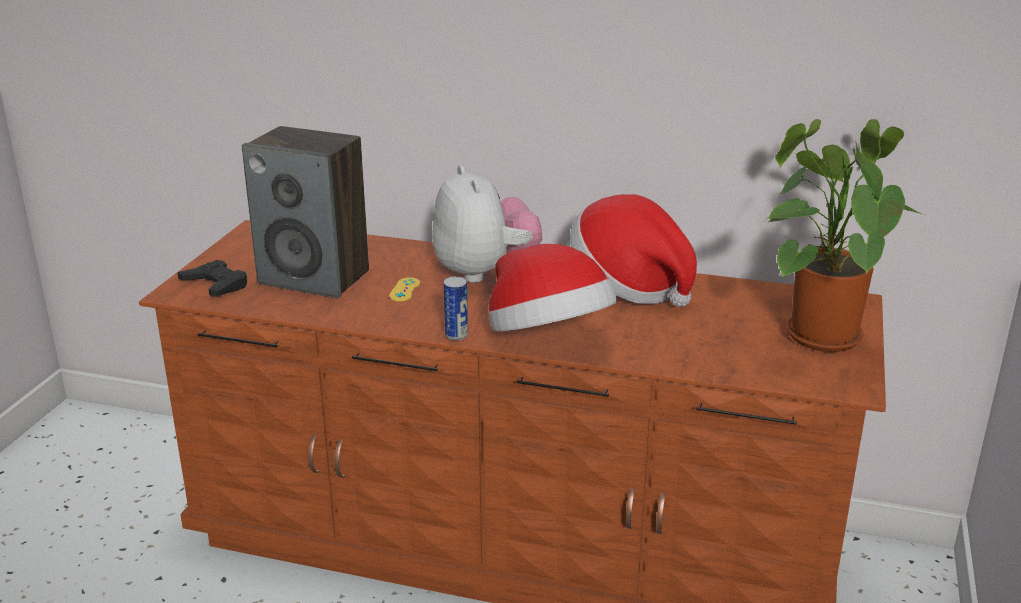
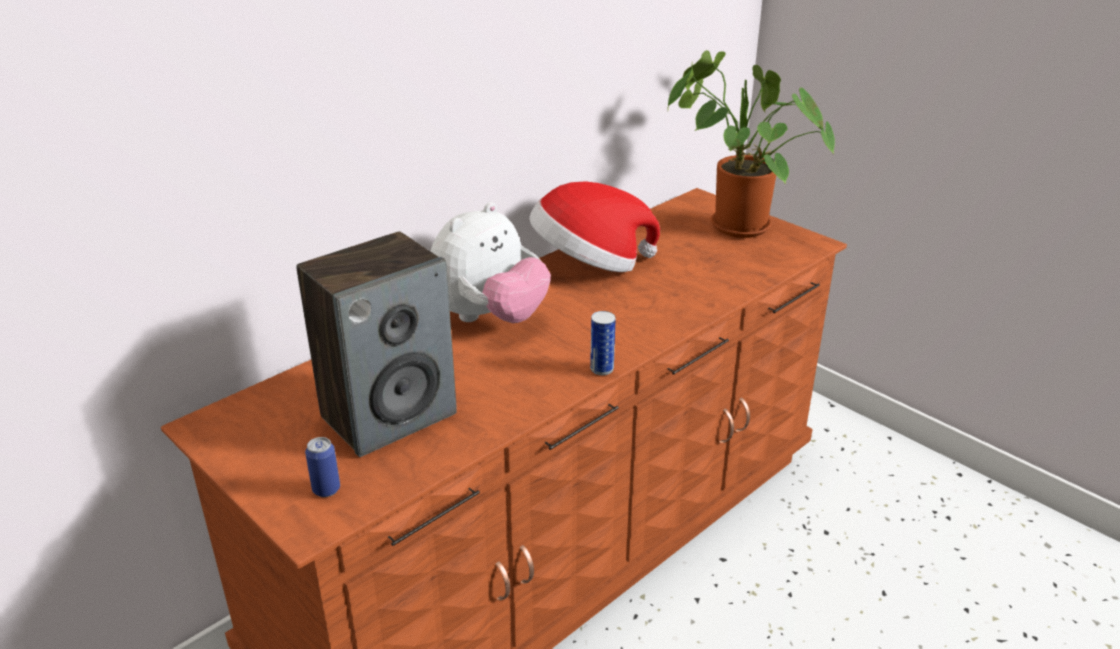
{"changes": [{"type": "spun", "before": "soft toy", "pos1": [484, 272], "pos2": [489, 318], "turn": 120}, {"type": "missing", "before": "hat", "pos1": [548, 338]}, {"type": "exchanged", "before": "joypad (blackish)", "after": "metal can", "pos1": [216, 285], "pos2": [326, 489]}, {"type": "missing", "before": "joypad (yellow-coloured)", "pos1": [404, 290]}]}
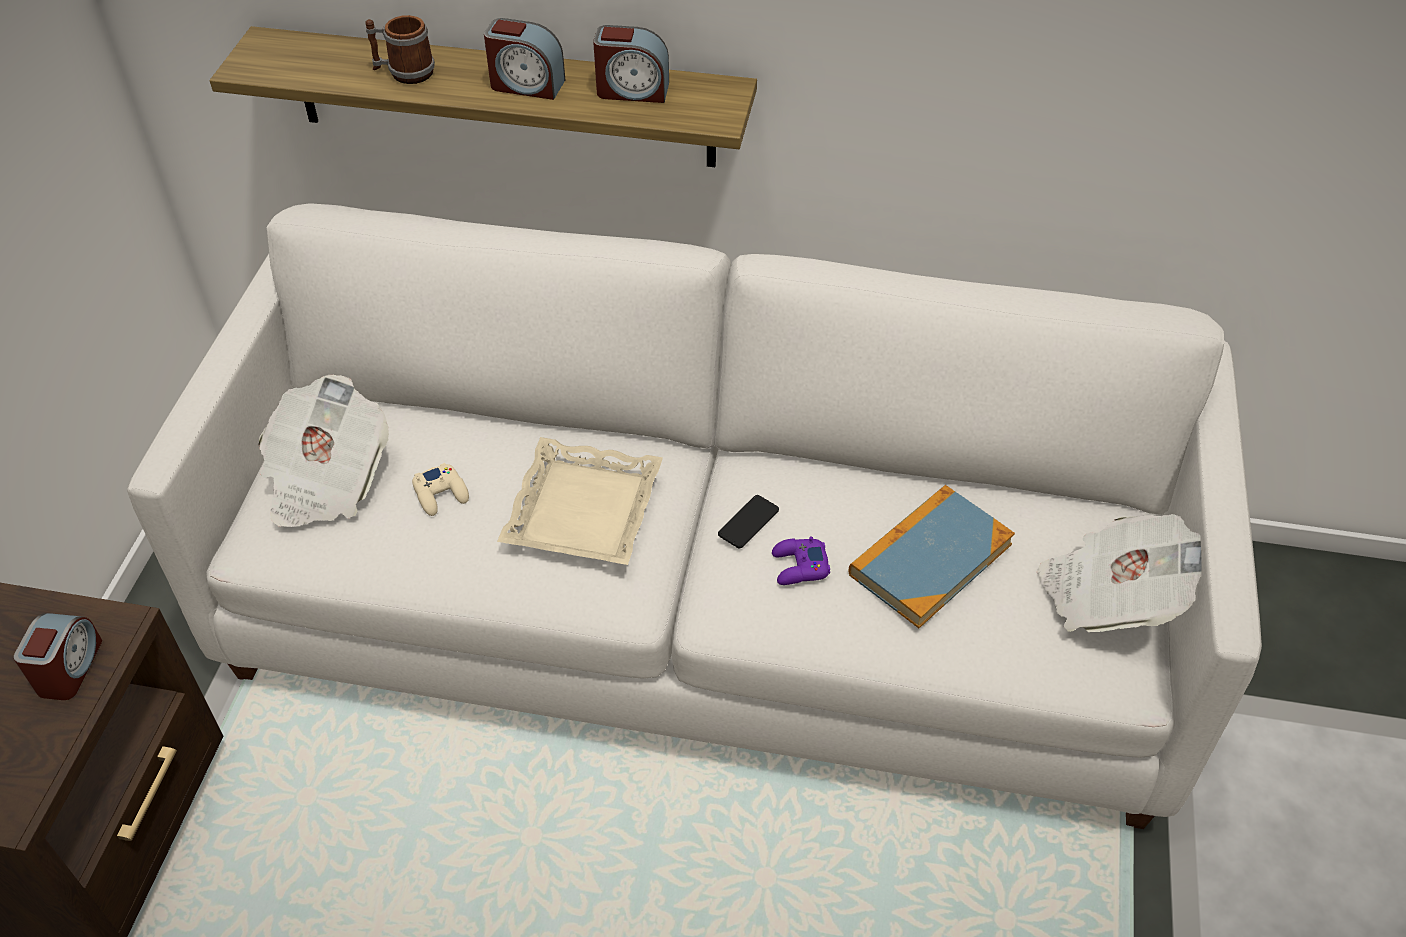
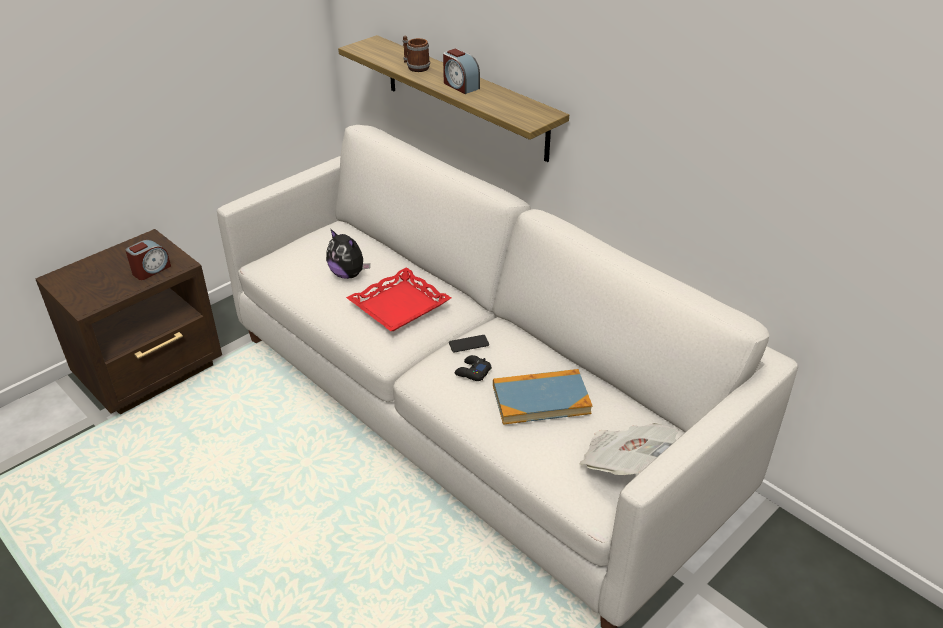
{"changes": [{"type": "missing", "before": "table clock", "pos1": [632, 90]}, {"type": "missing", "before": "daily paper", "pos1": [326, 479]}, {"type": "colour", "before": "carrying tray (beige-coloured)", "after": "carrying tray (reddish)", "pos1": [584, 511], "pos2": [399, 306]}, {"type": "exchanged", "before": "joypad (beige-coloured)", "after": "soft toy", "pos1": [441, 494], "pos2": [348, 274]}, {"type": "colour", "before": "joypad (purple)", "after": "joypad (blackish)", "pos1": [799, 567], "pos2": [472, 372]}]}
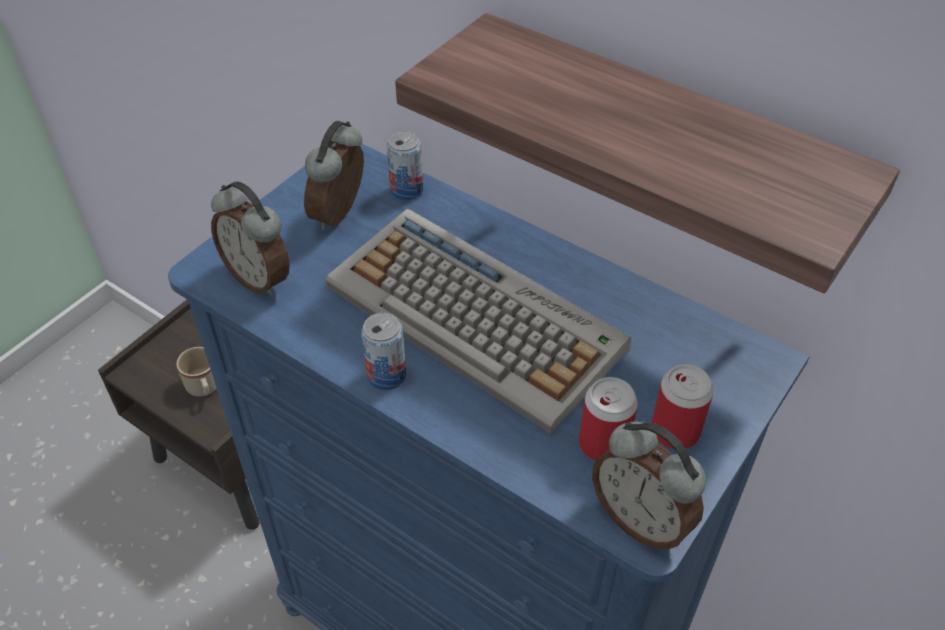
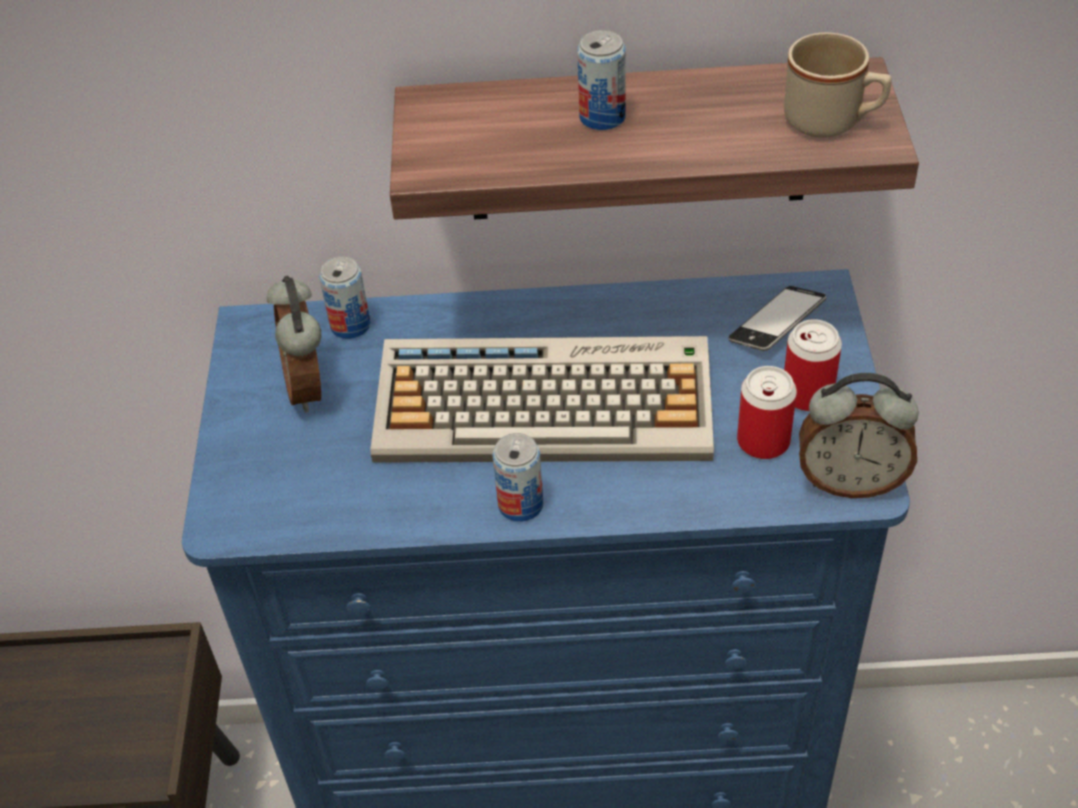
{"changes": [{"type": "missing", "before": "table clock", "pos1": [260, 278]}, {"type": "relocated", "before": "tea mug (beige-coloured)", "pos1": [205, 388], "pos2": [833, 122]}, {"type": "appeared", "after": "metal can", "pos2": [602, 117]}, {"type": "appeared", "after": "handset", "pos2": [776, 325]}]}
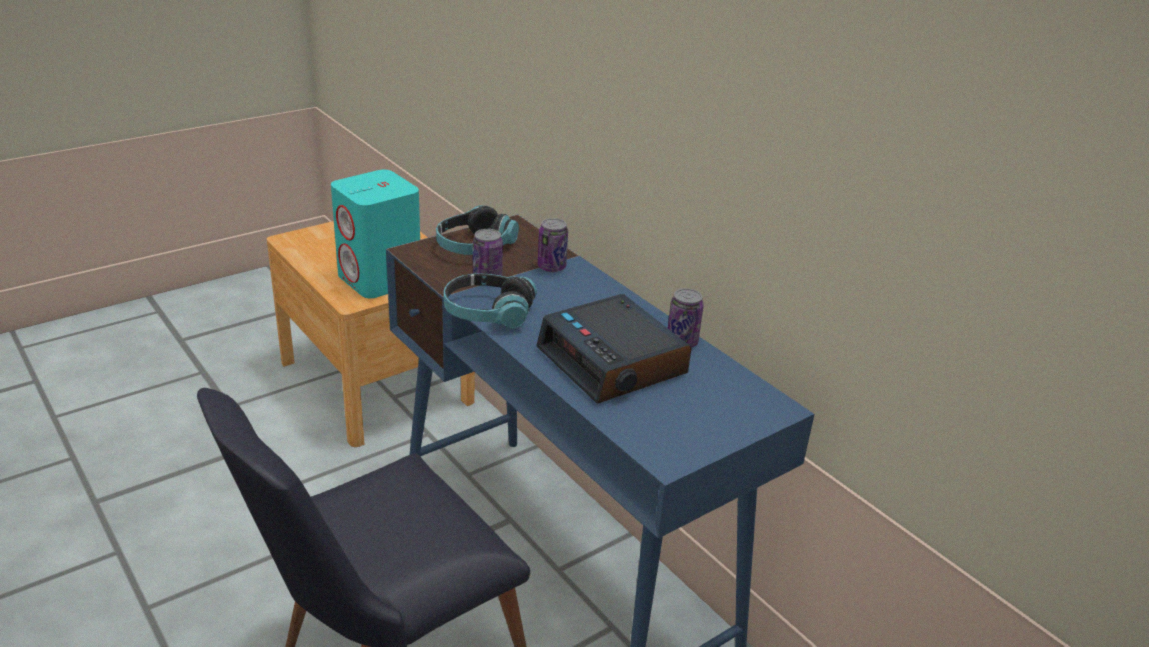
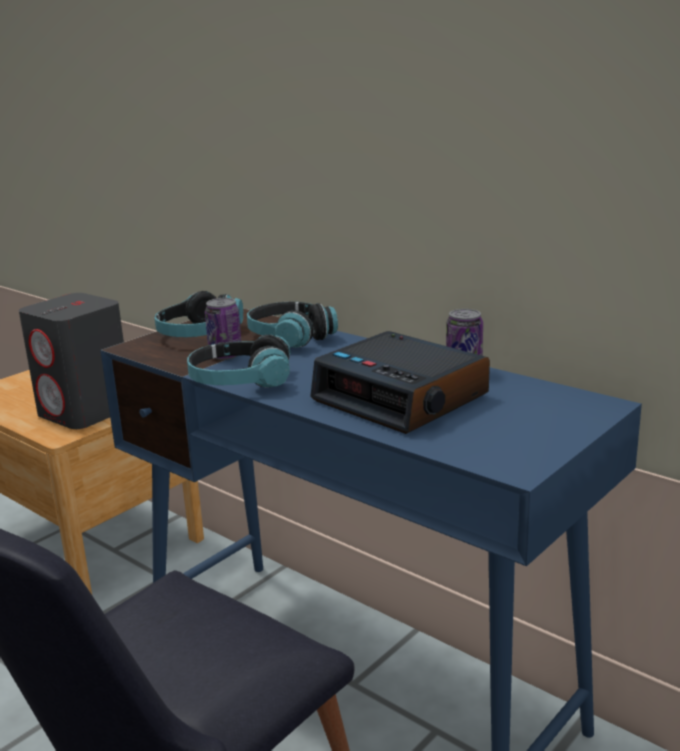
{"changes": [{"type": "colour", "before": "speaker (blue-green)", "after": "speaker (greyish)", "pos1": [380, 279], "pos2": [86, 412]}, {"type": "exchanged", "before": "metal can", "after": "pair of headphones", "pos1": [551, 267], "pos2": [290, 337]}]}
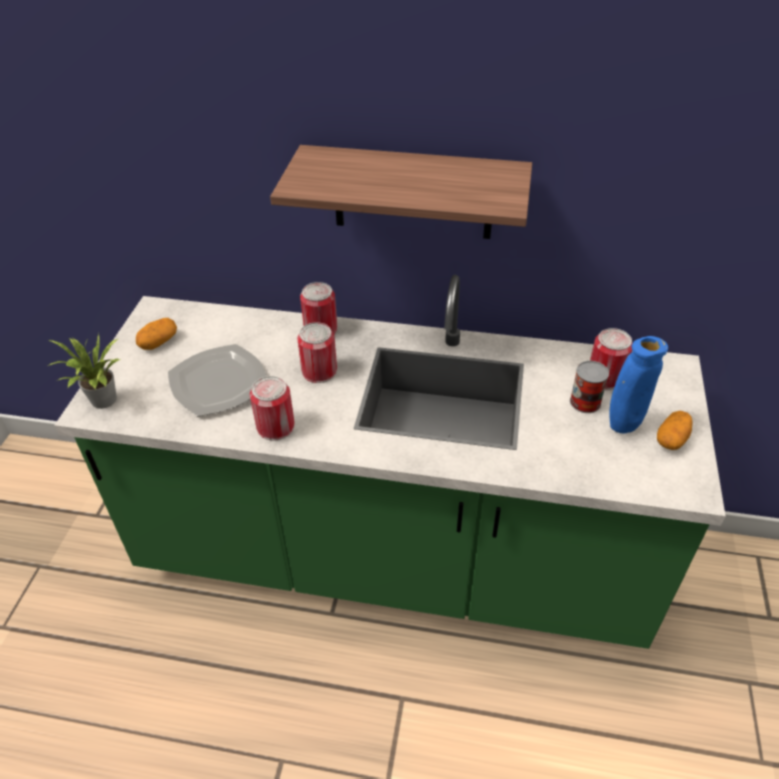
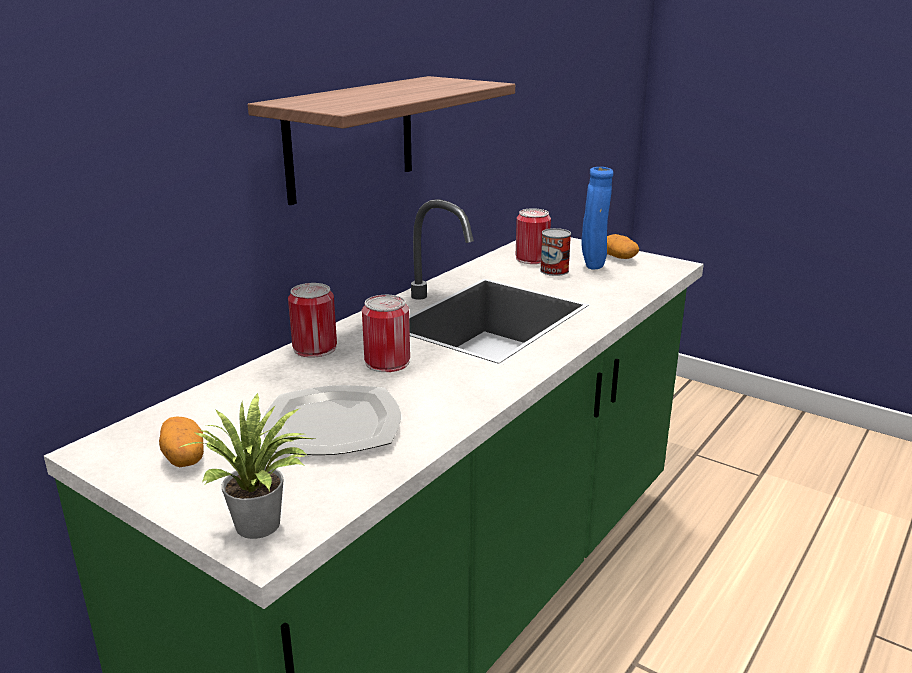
{"changes": [{"type": "missing", "before": "metal can", "pos1": [275, 426]}]}
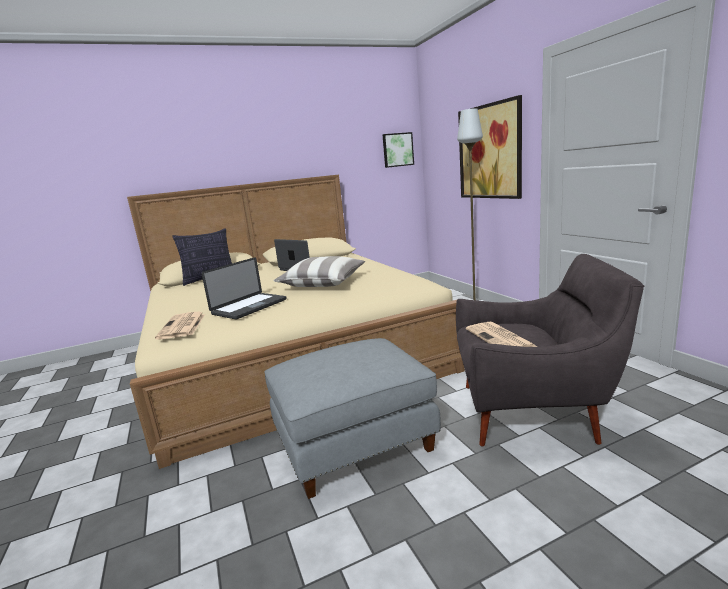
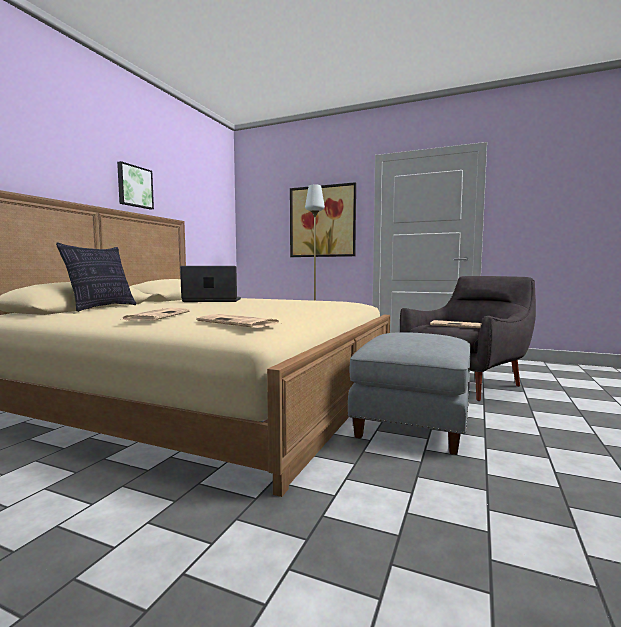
{"changes": [{"type": "relocated", "before": "wall art", "pos1": [397, 150], "pos2": [134, 186]}, {"type": "missing", "before": "throw pillow", "pos1": [323, 283]}, {"type": "missing", "before": "laptop", "pos1": [249, 307]}, {"type": "appeared", "after": "daily paper", "pos2": [157, 316]}]}
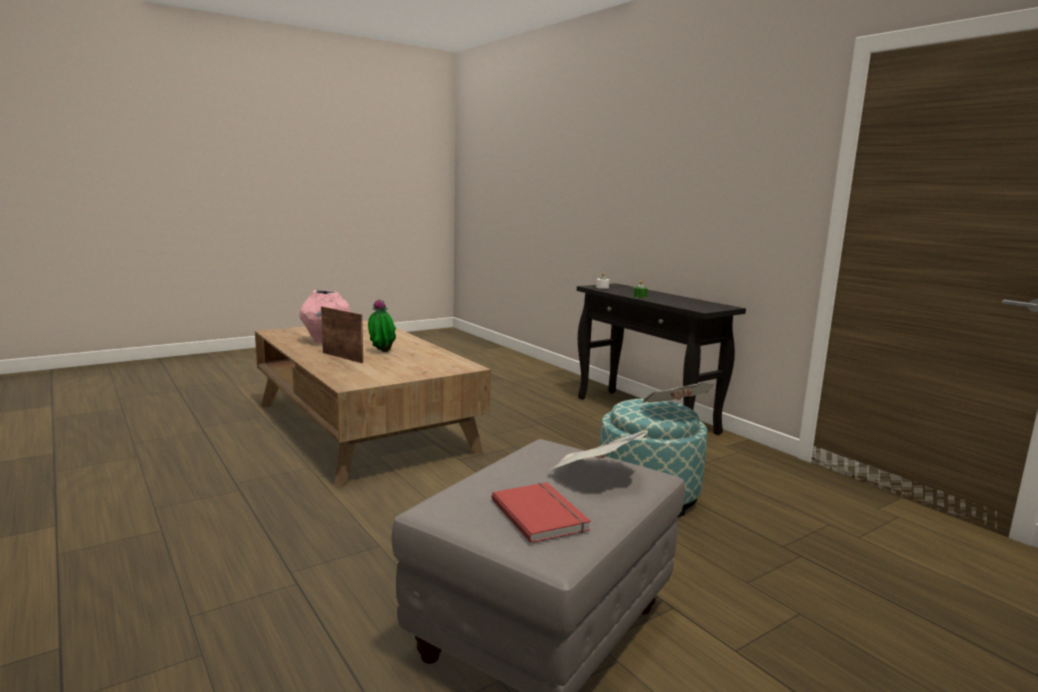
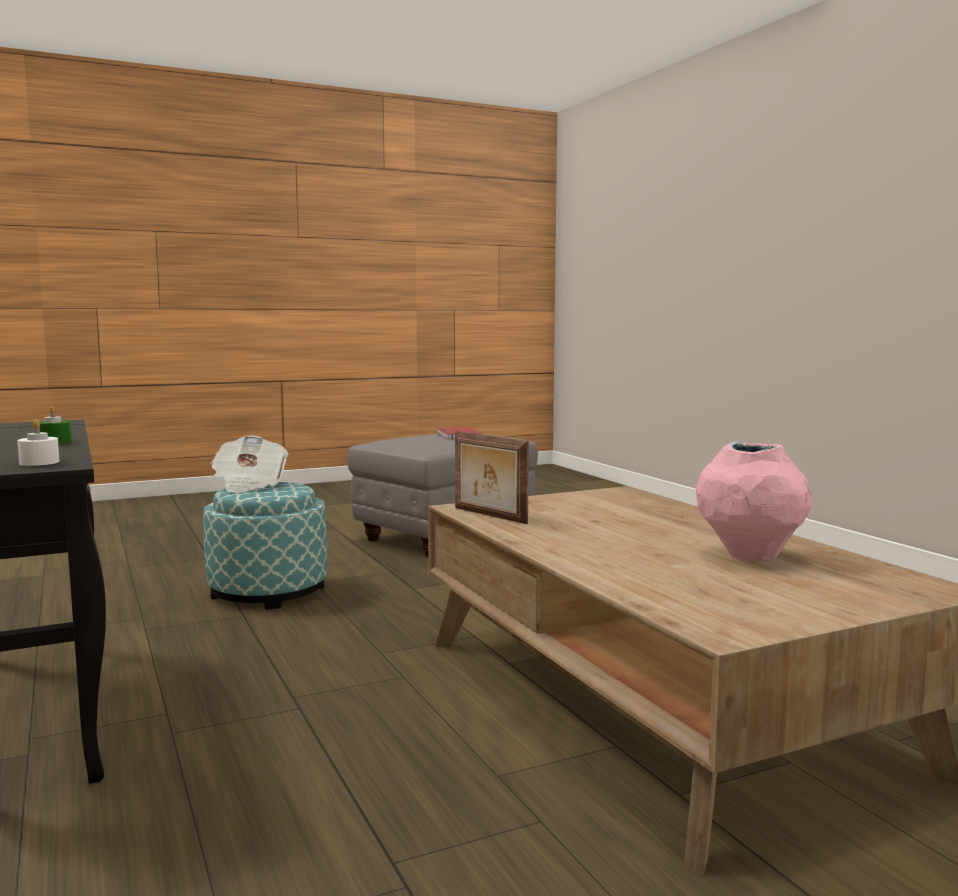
{"changes": [{"type": "missing", "before": "plant in a pot", "pos1": [381, 352]}, {"type": "relocated", "before": "standing frame", "pos1": [343, 357], "pos2": [488, 515]}, {"type": "missing", "before": "daily paper", "pos1": [595, 474]}]}
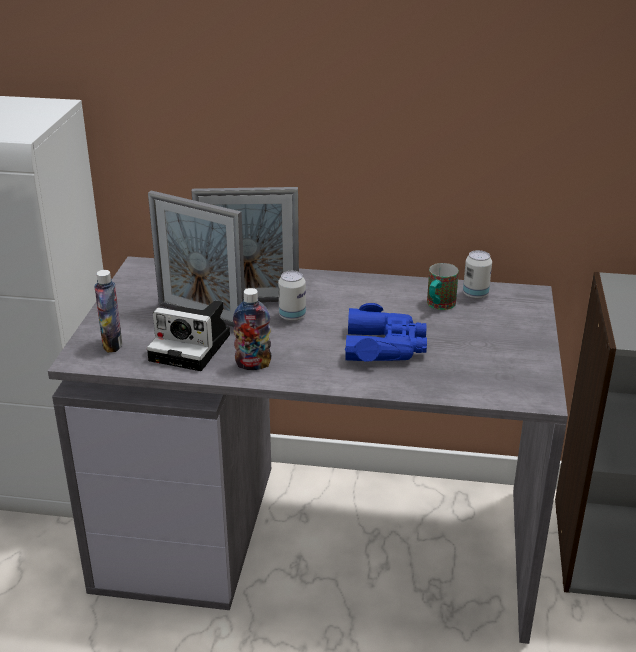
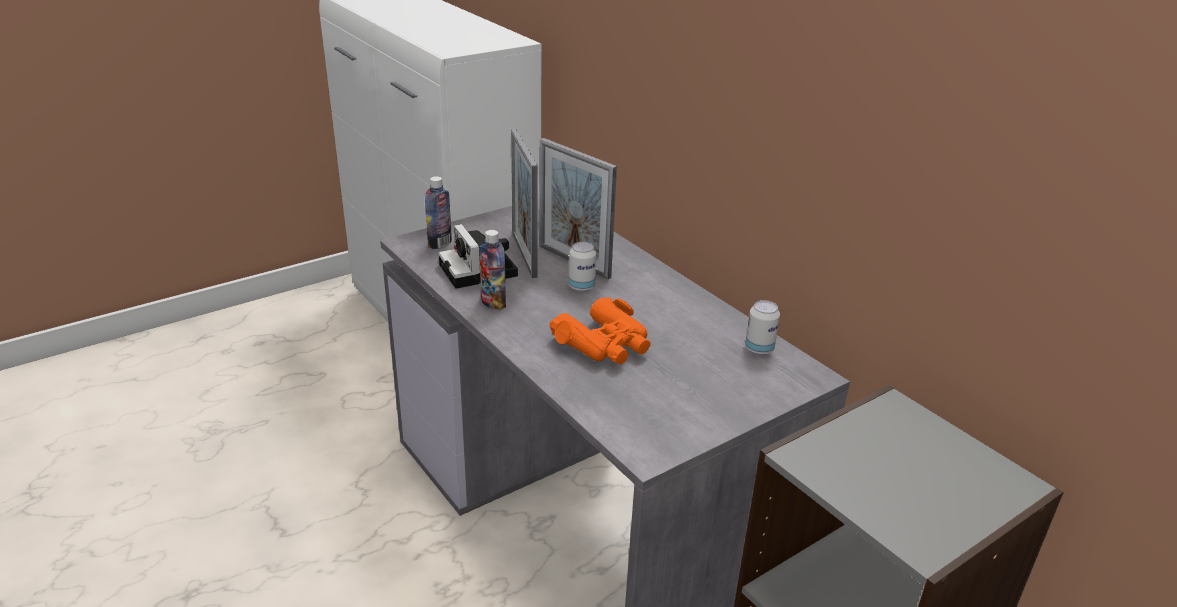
{"changes": [{"type": "missing", "before": "tea mug", "pos1": [438, 306]}, {"type": "colour", "before": "field glasses (blue-coloured)", "after": "field glasses (orange)", "pos1": [385, 346], "pos2": [605, 344]}]}
